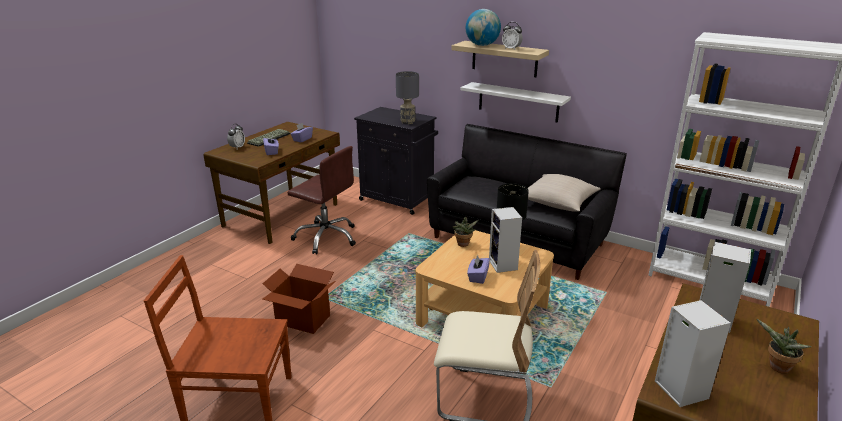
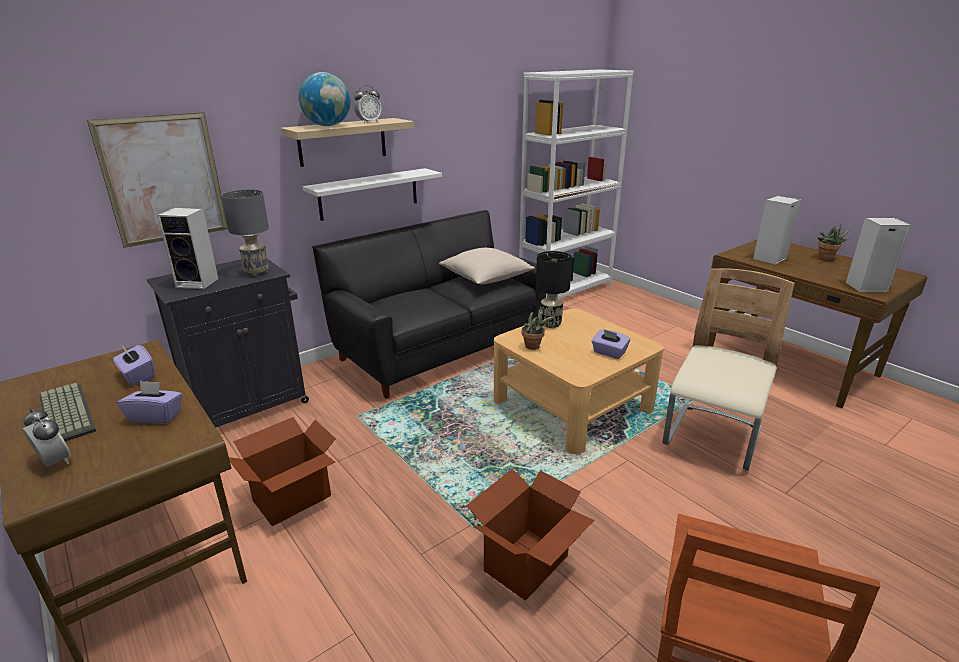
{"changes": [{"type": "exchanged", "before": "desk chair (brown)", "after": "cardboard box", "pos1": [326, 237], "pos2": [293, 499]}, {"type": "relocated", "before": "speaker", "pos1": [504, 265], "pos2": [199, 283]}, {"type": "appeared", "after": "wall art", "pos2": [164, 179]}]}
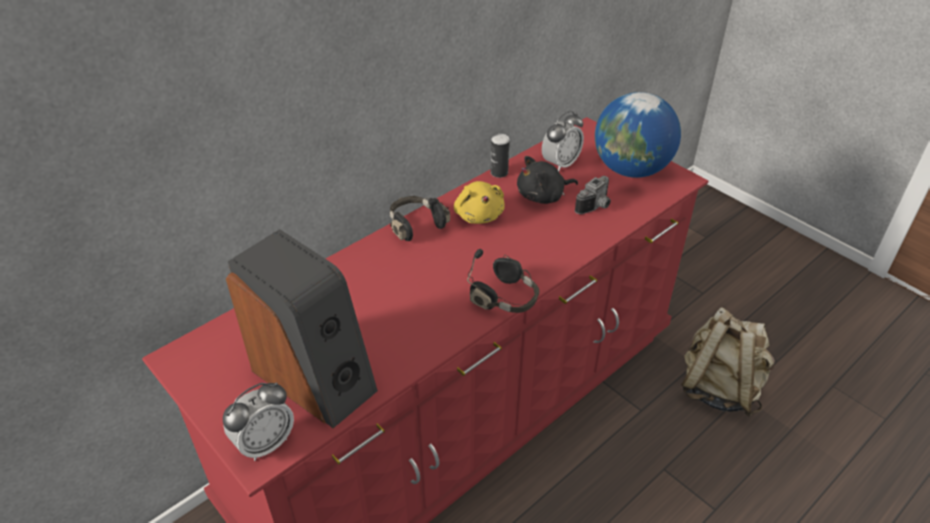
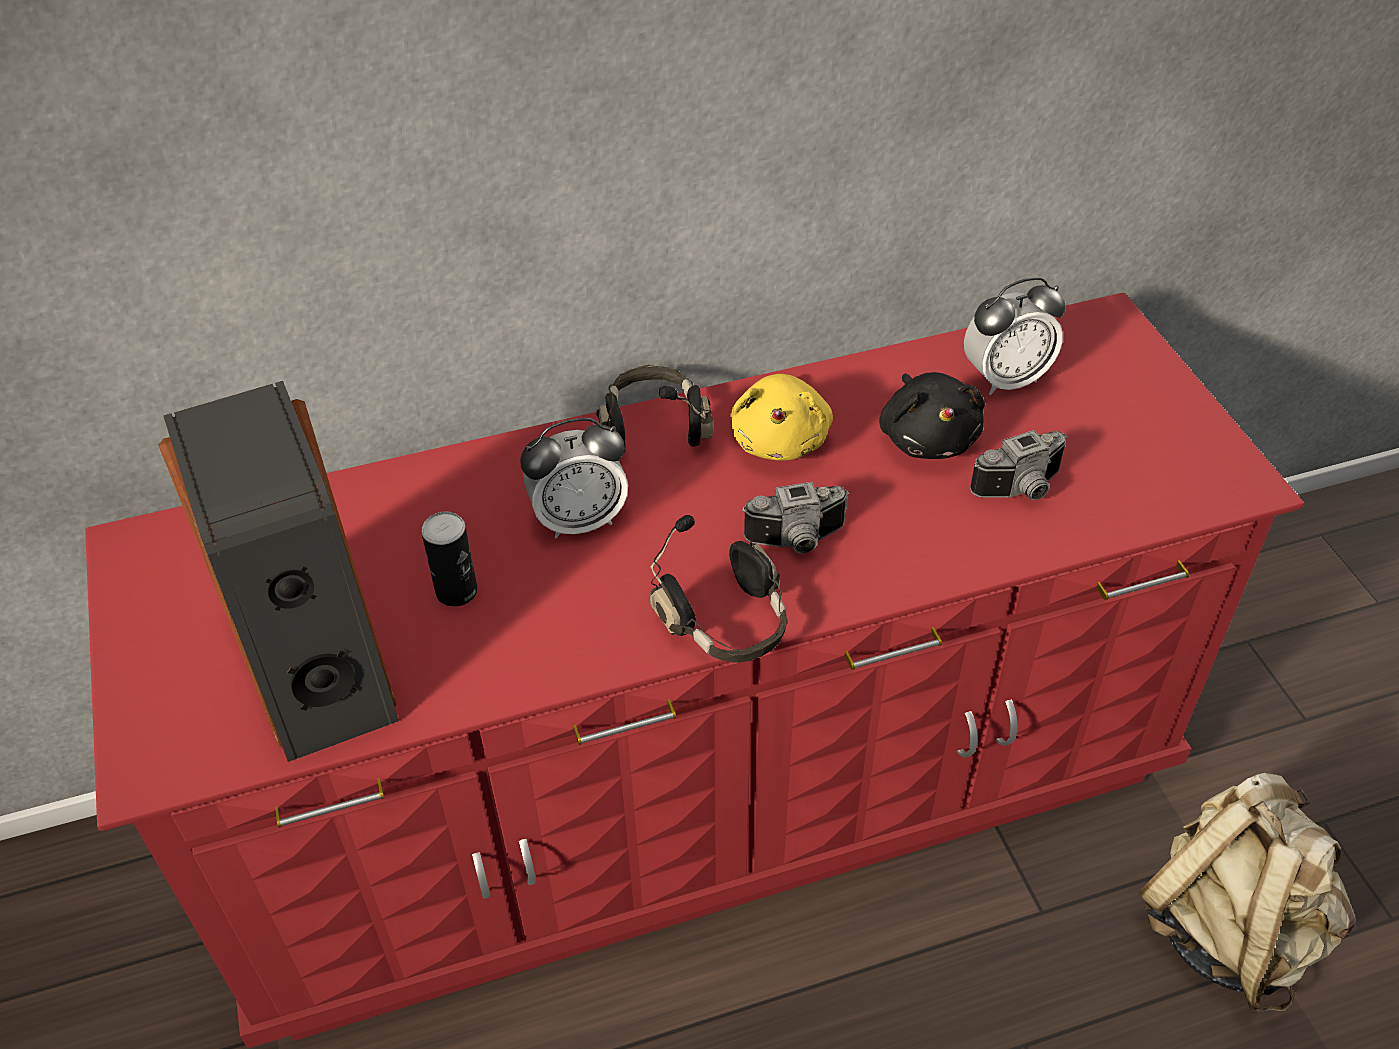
{"changes": [{"type": "missing", "before": "world globe", "pos1": [631, 169]}, {"type": "relocated", "before": "metal can", "pos1": [499, 172], "pos2": [456, 591]}, {"type": "spun", "before": "soft toy (blackish)", "pos1": [543, 196], "pos2": [928, 437], "turn": -105}, {"type": "relocated", "before": "table clock", "pos1": [265, 443], "pos2": [579, 520]}, {"type": "appeared", "after": "photo camera", "pos2": [798, 541]}]}
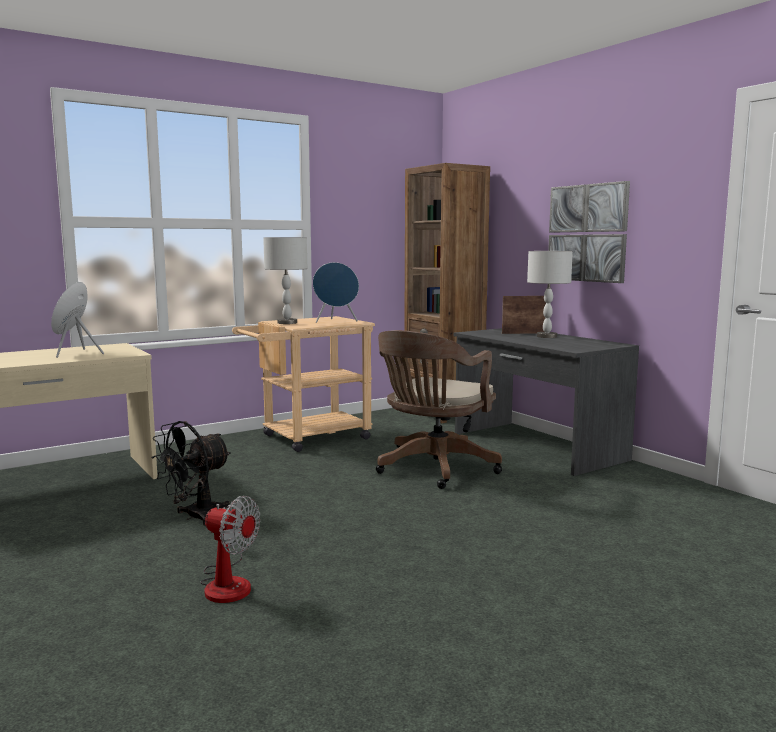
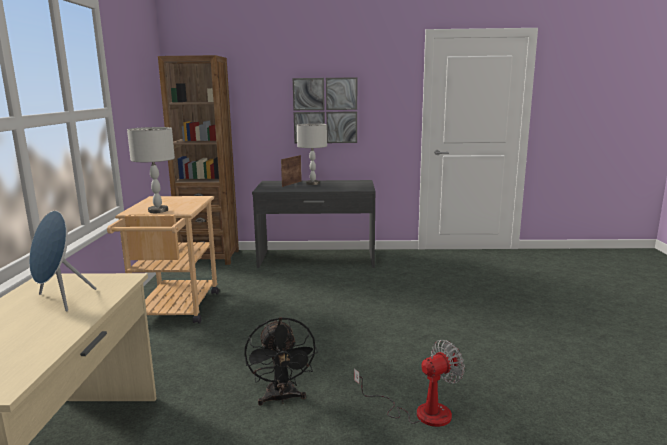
{"changes": [{"type": "missing", "before": "speaker (blue-coloured)", "pos1": [336, 321]}, {"type": "missing", "before": "desk chair (brown)", "pos1": [434, 469]}]}
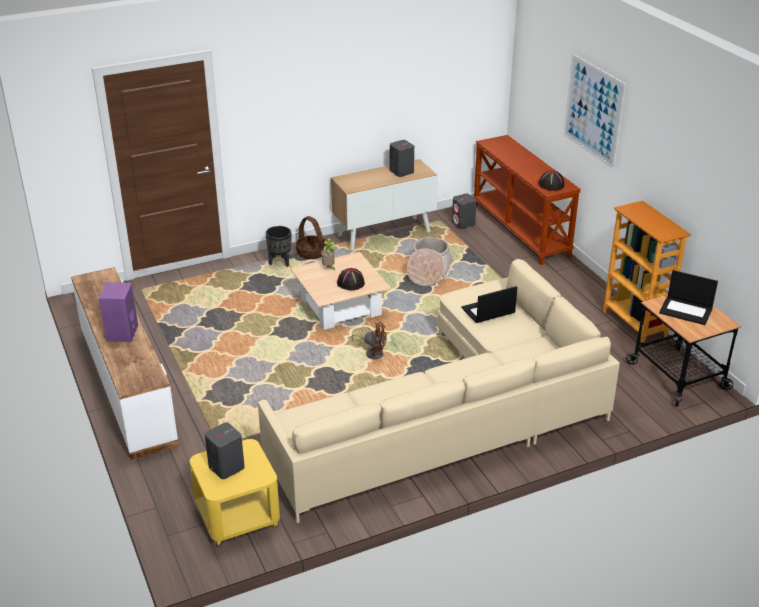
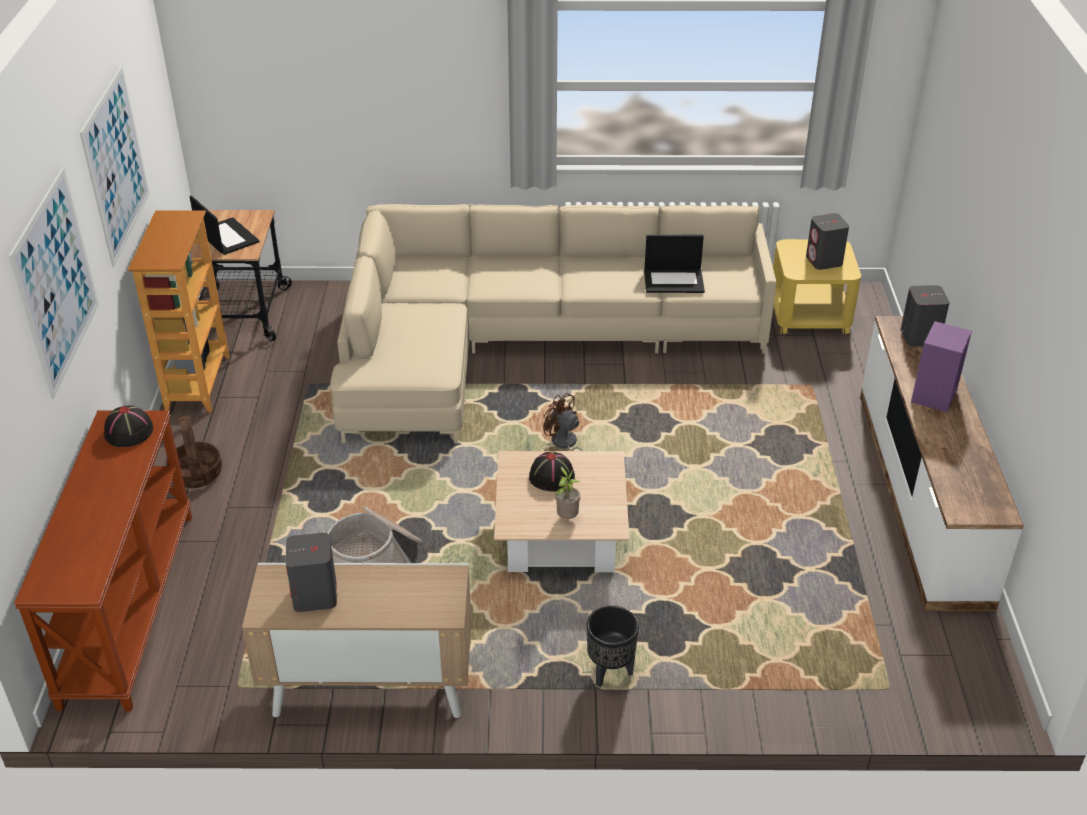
{"changes": [{"type": "relocated", "before": "speaker (greyish)", "pos1": [463, 224], "pos2": [919, 337]}, {"type": "relocated", "before": "storage basket", "pos1": [311, 253], "pos2": [197, 474]}, {"type": "relocated", "before": "laptop", "pos1": [488, 311], "pos2": [674, 280]}, {"type": "appeared", "after": "wall art", "pos2": [116, 165]}]}
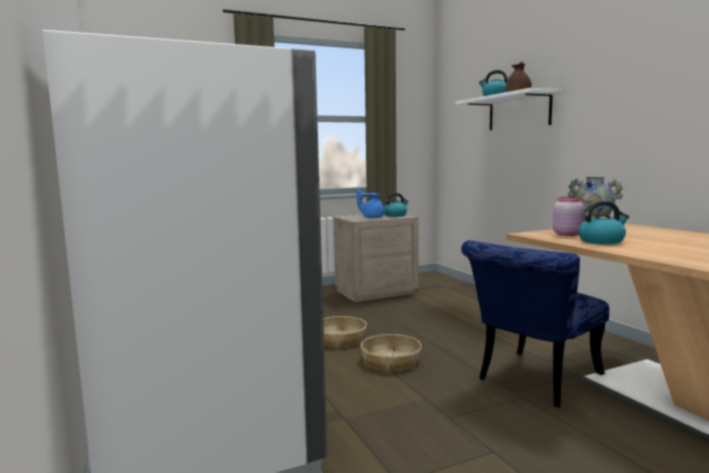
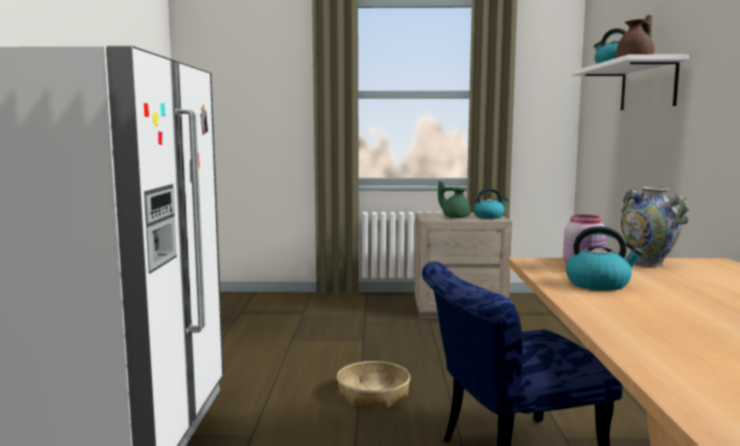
{"changes": [{"type": "colour", "before": "tea pot (blue-coloured)", "after": "tea pot (green)", "pos1": [372, 217], "pos2": [455, 217]}, {"type": "missing", "before": "storage basket", "pos1": [340, 338]}]}
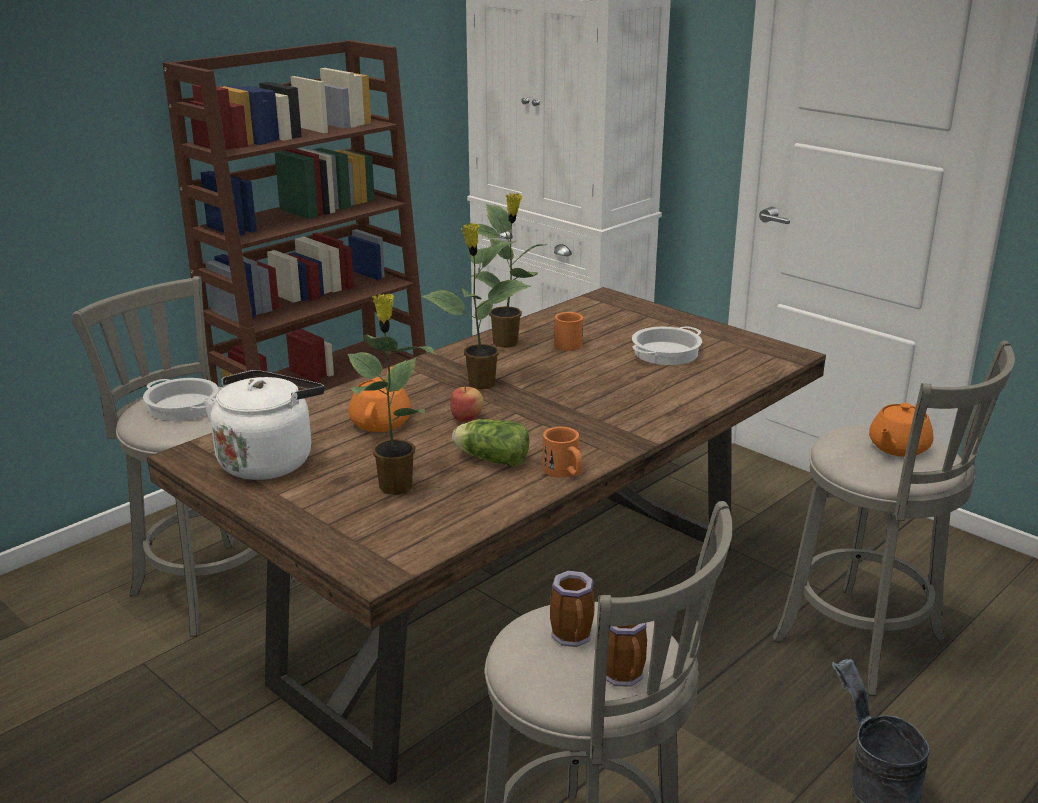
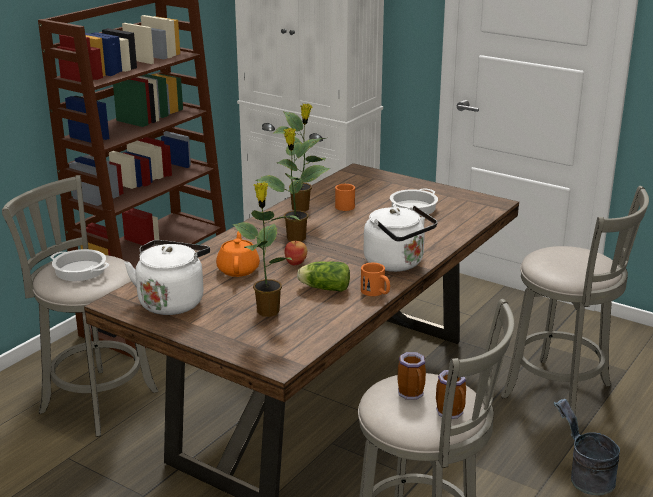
{"changes": [{"type": "missing", "before": "tea pot (orange)", "pos1": [897, 448]}, {"type": "appeared", "after": "tea kettle (white-coloured)", "pos2": [397, 264]}]}
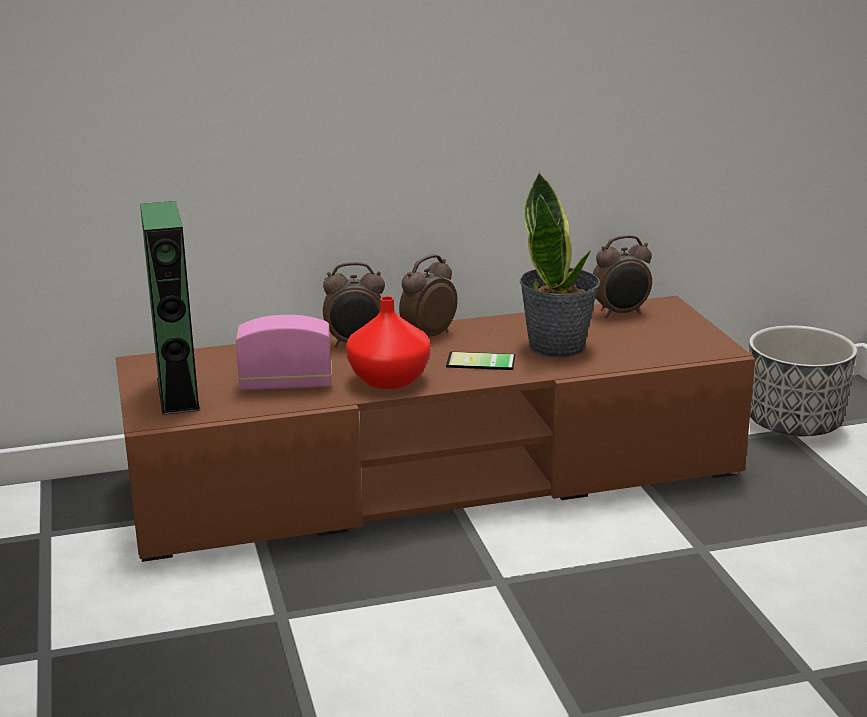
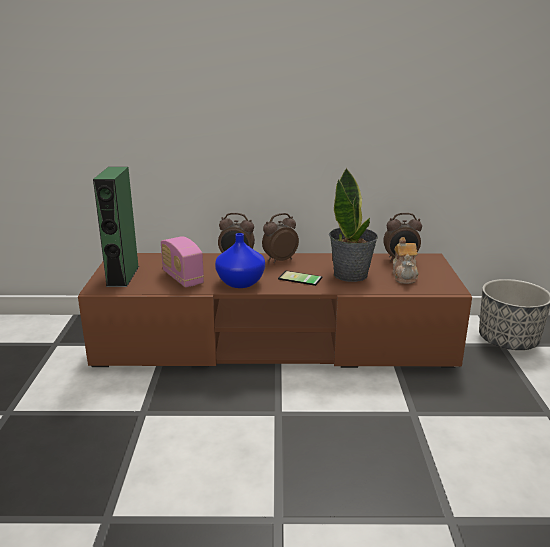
{"changes": [{"type": "colour", "before": "flower vase (reddish)", "after": "flower vase (blue-coloured)", "pos1": [390, 379], "pos2": [241, 282]}, {"type": "spun", "before": "radio receiver", "pos1": [286, 385], "pos2": [182, 278], "turn": -135}, {"type": "appeared", "after": "tea pot", "pos2": [404, 276]}]}
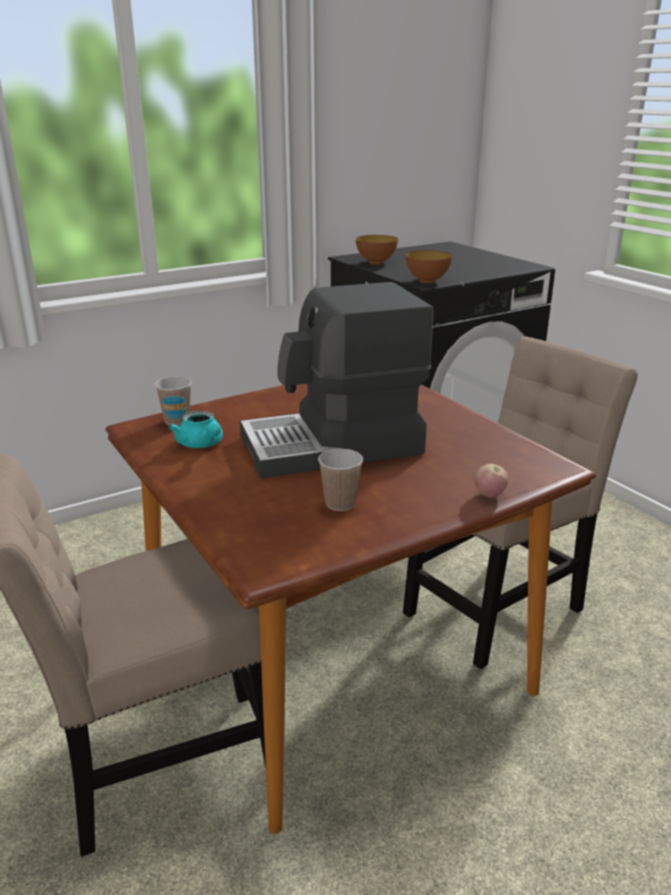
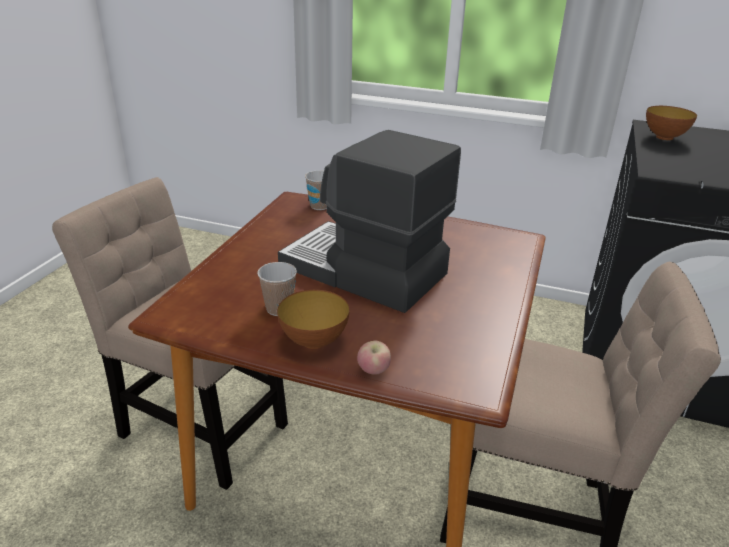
{"changes": [{"type": "relocated", "before": "serving bowl", "pos1": [427, 281], "pos2": [314, 341]}, {"type": "missing", "before": "tea pot (blue-green)", "pos1": [202, 444]}]}
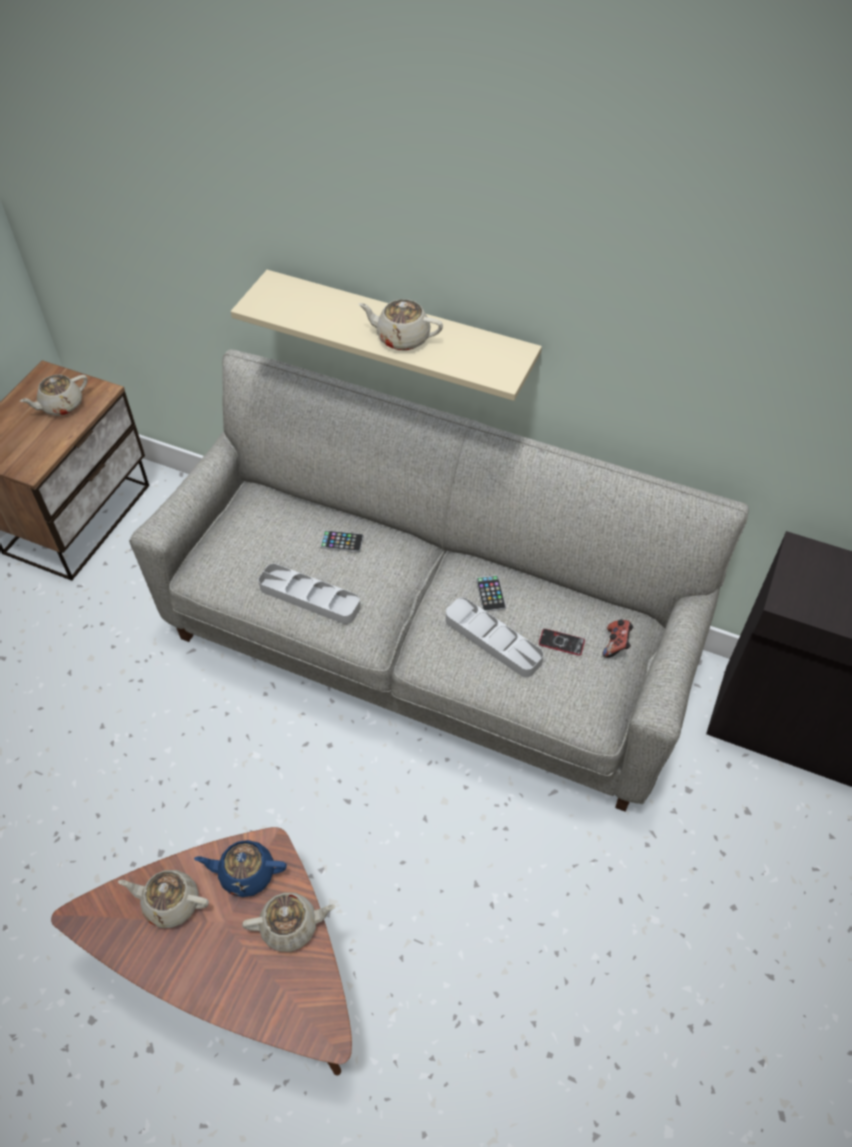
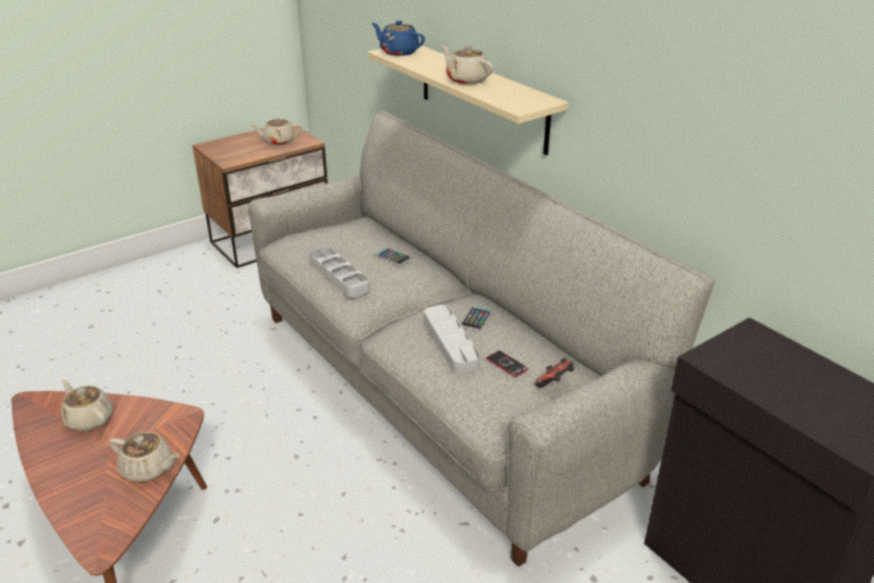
{"changes": [{"type": "relocated", "before": "tea pot (blue-coloured)", "pos1": [245, 873], "pos2": [398, 52]}]}
